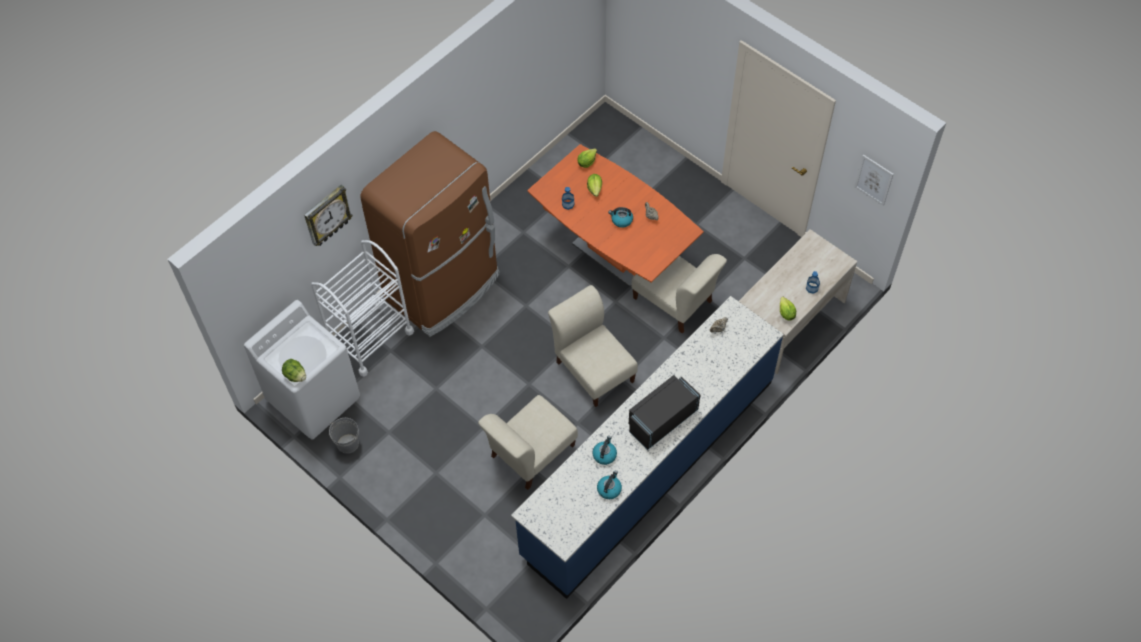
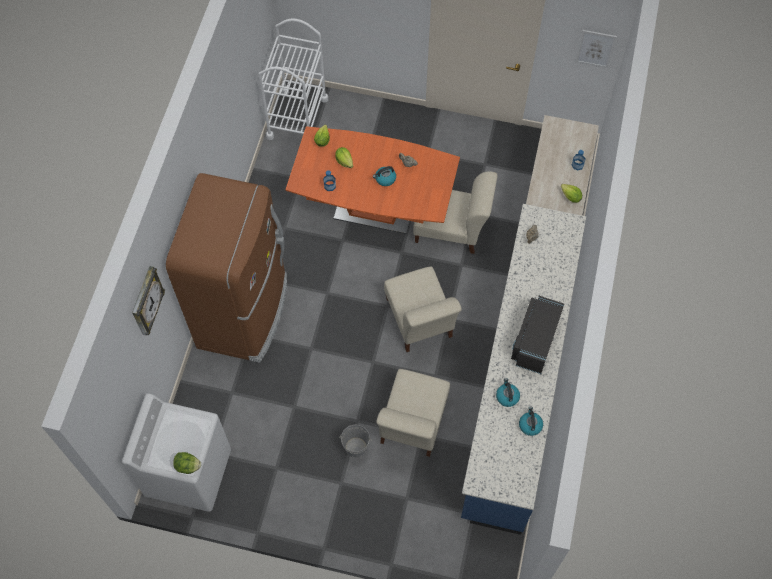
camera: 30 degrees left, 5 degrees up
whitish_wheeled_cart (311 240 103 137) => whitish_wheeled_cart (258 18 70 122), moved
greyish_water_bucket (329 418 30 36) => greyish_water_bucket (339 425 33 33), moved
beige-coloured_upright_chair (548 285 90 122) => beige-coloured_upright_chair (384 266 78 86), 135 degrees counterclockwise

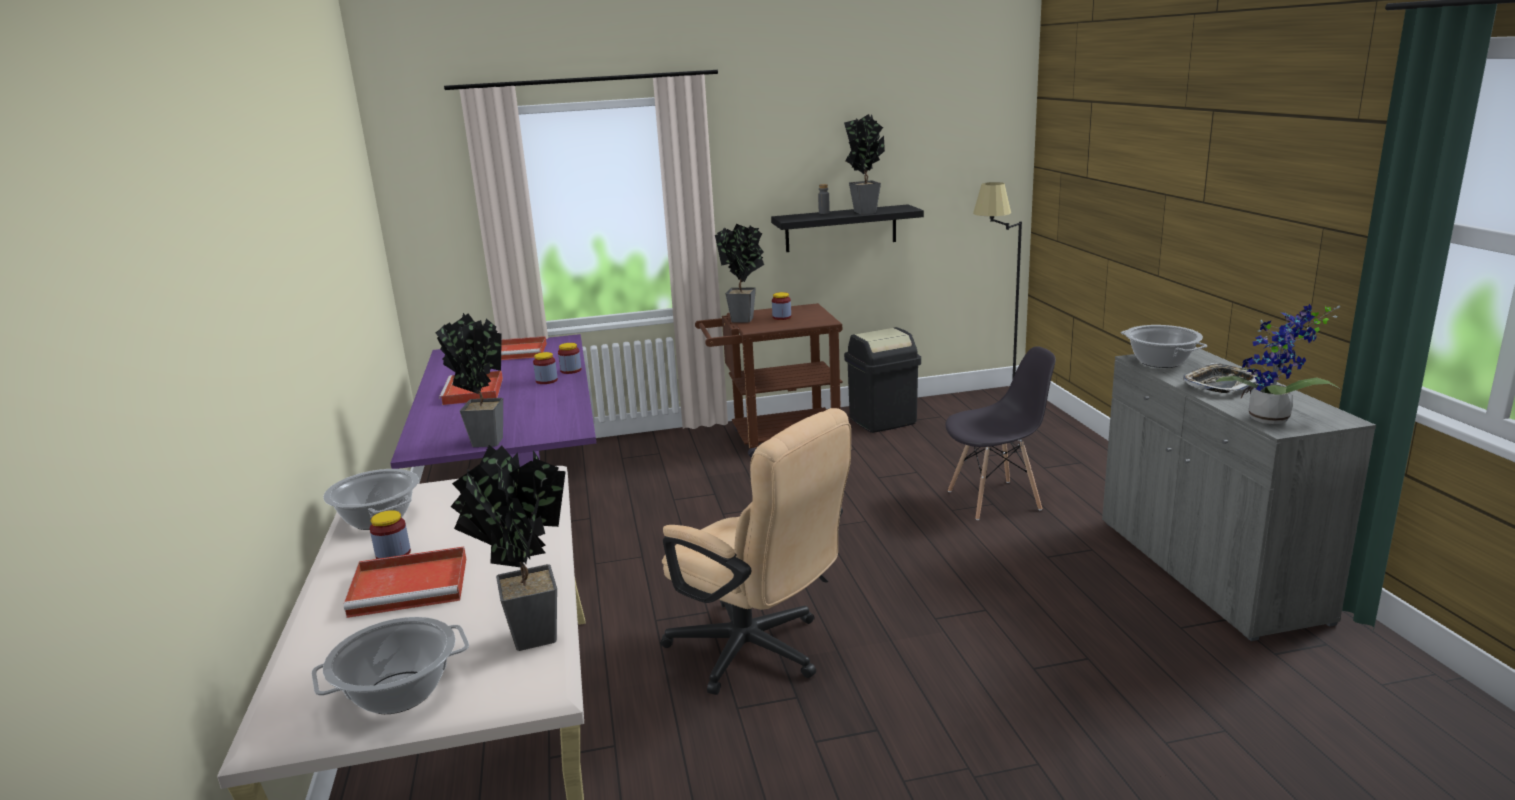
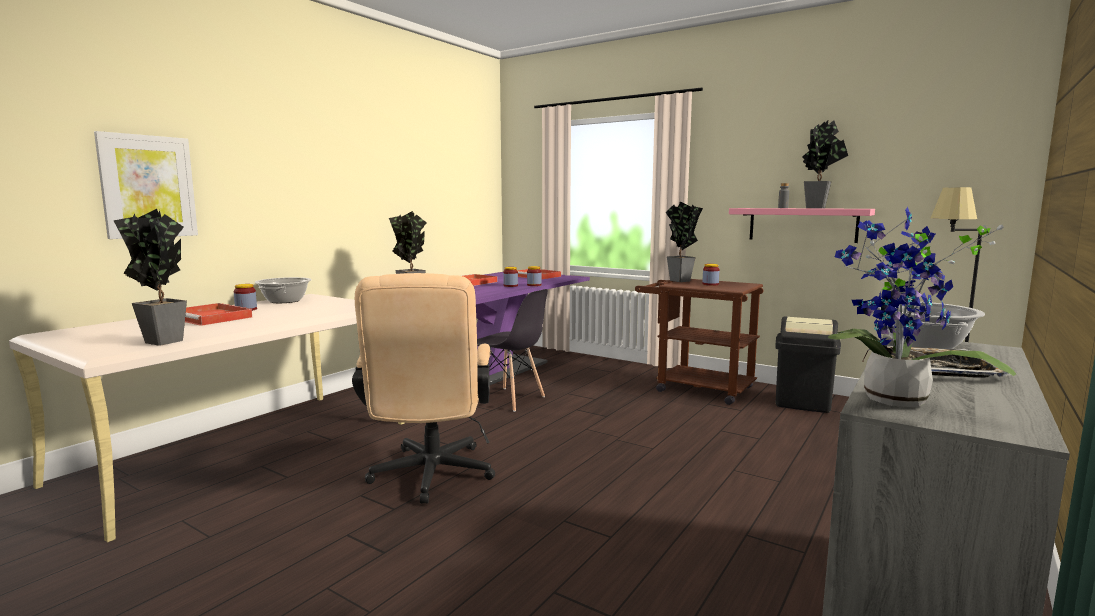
camera: 45 degrees right, 10 degrees down
nothing => picture (94 131 104 108)
greyish_upright_chair (945 346 111 174) => greyish_upright_chair (477 289 71 123), moved
black-coloured_shelf (771 204 153 48) => pinkish_shelf (729 208 146 35)
stockpot (312 617 157 97) => nothing

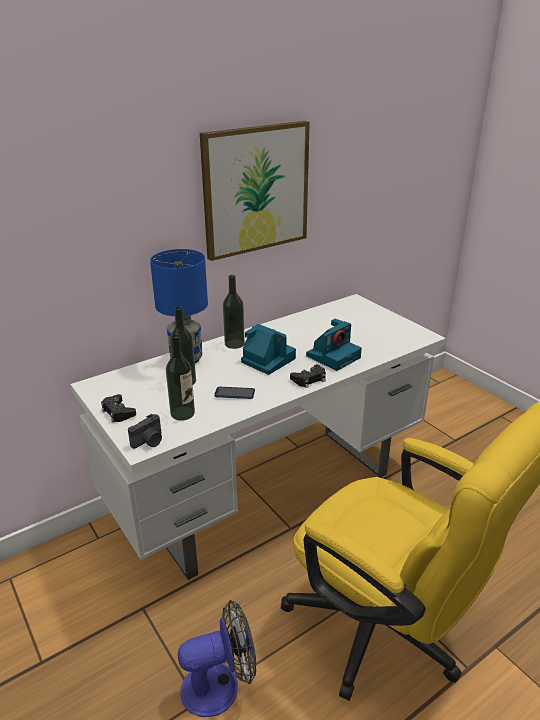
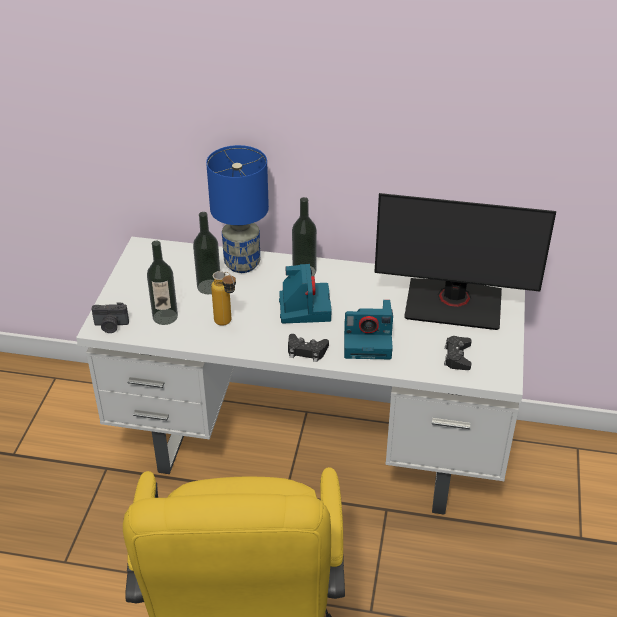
camera: 45 degrees right, 10 degrees up
phone (214 387 41 12) => bottle (211 271 25 55)
nothing => monitor (374 193 182 137)
black-coloured_game_controller (101 394 35 29) => black-coloured_game_controller (444 336 28 34), moved
fan (178 600 78 117) => nothing
picture (200 121 110 140) => nothing

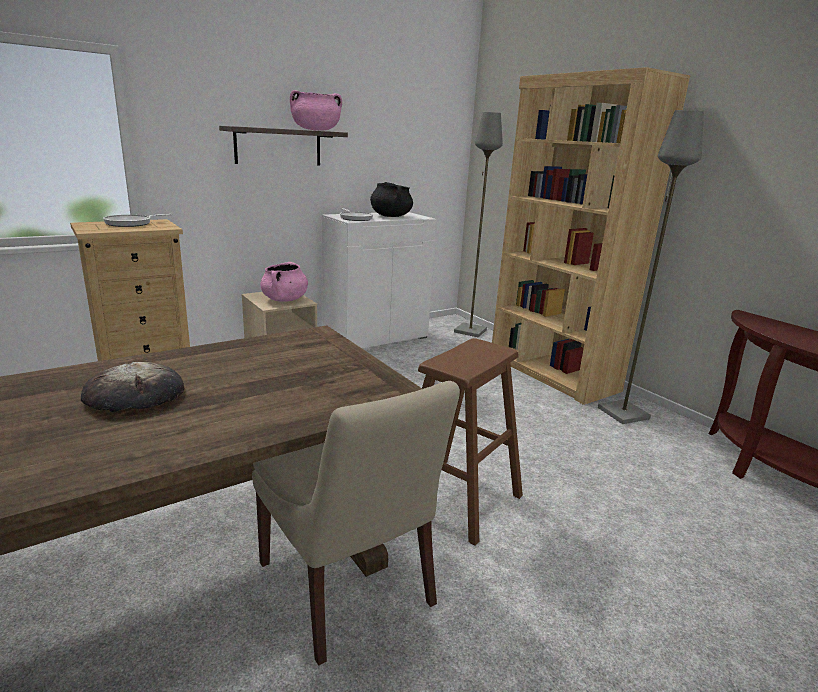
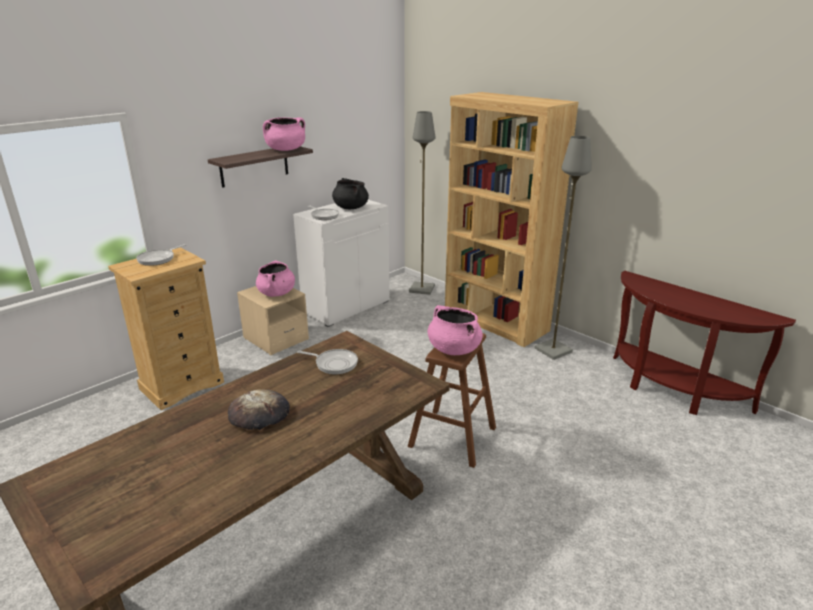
camera: 10 degrees left, 5 degrees up
nothing => pan (297 349 61 25)
nothing => pinkish_stockpot (428 305 55 50)
beige-coloured_upright_chair (252 381 208 285) => nothing

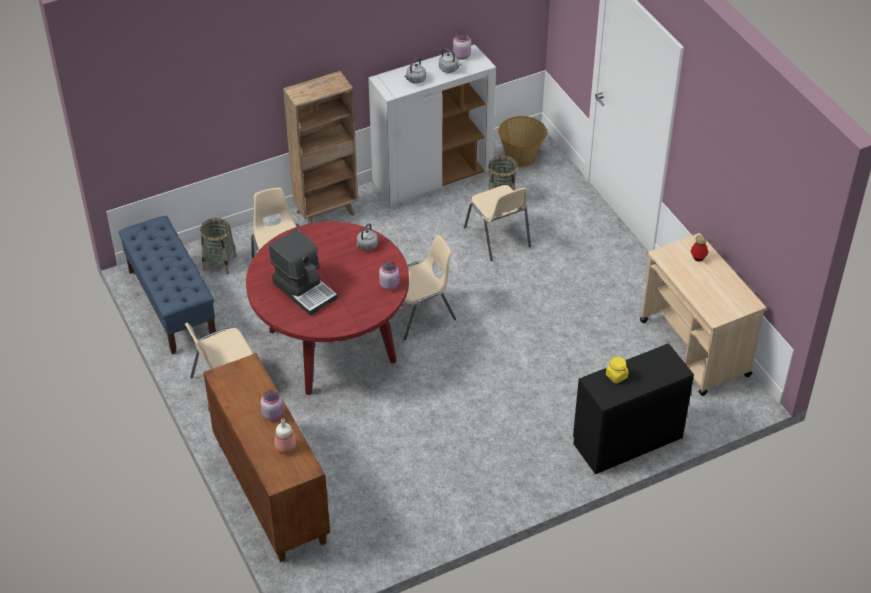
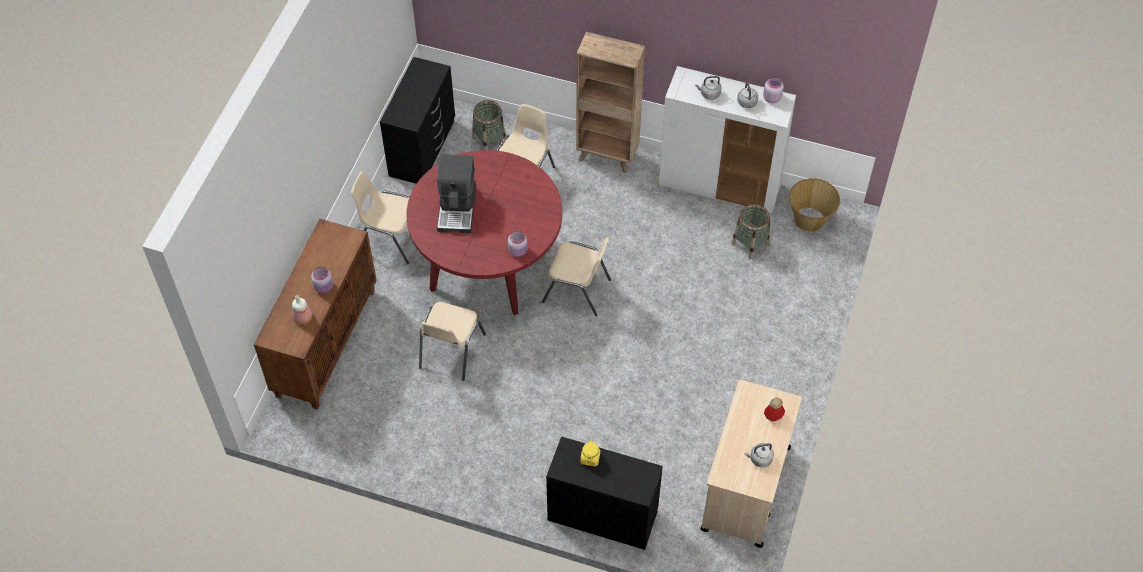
camera: 45 degrees right, 10 degrees up
blue-coloured_indoor_bench (119 216 97 138) => black-coloured_chest_of_drawers (380 57 75 127)
beige-coloured_upright_chair (464 185 67 76) => beige-coloured_upright_chair (419 302 67 79), moved
greyish_tea_kettle (356 223 22 27) => greyish_tea_kettle (744 443 30 24), moved

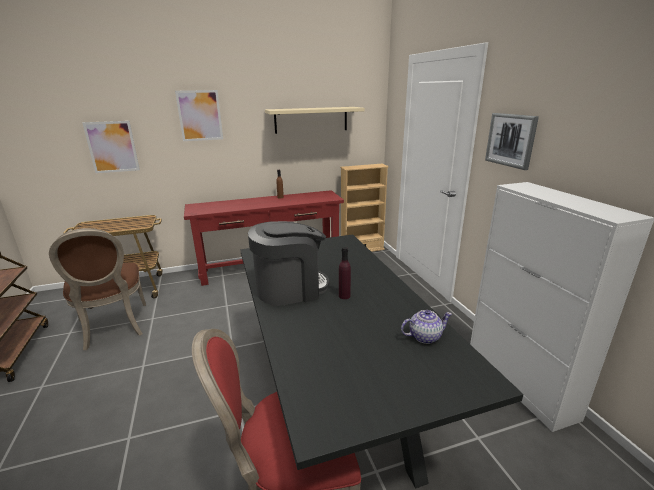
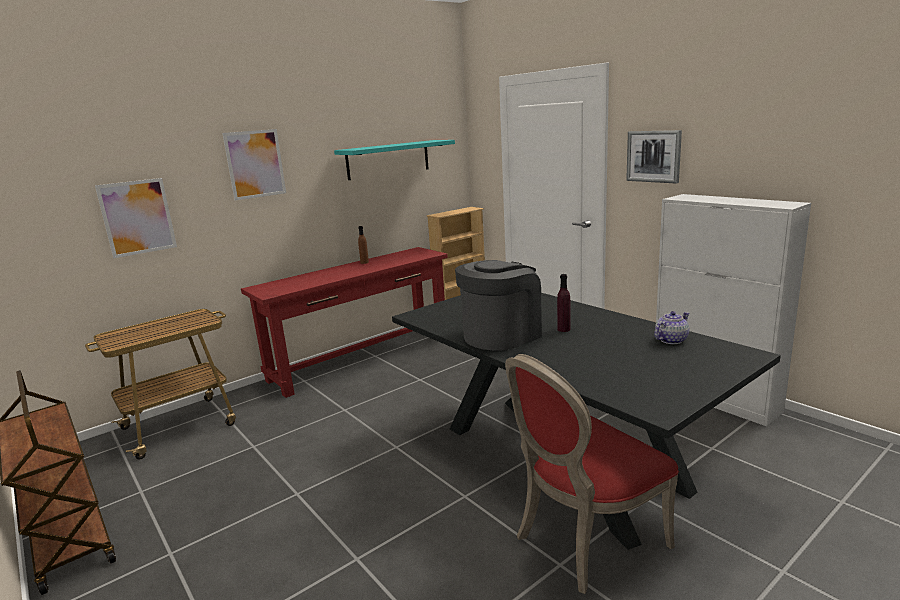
camera: 20 degrees left, 5 degrees down
beige-coloured_shelf (265 107 100 27) => turquoise_shelf (334 140 121 40)
brownish_upright_chair (49 228 97 122) => nothing

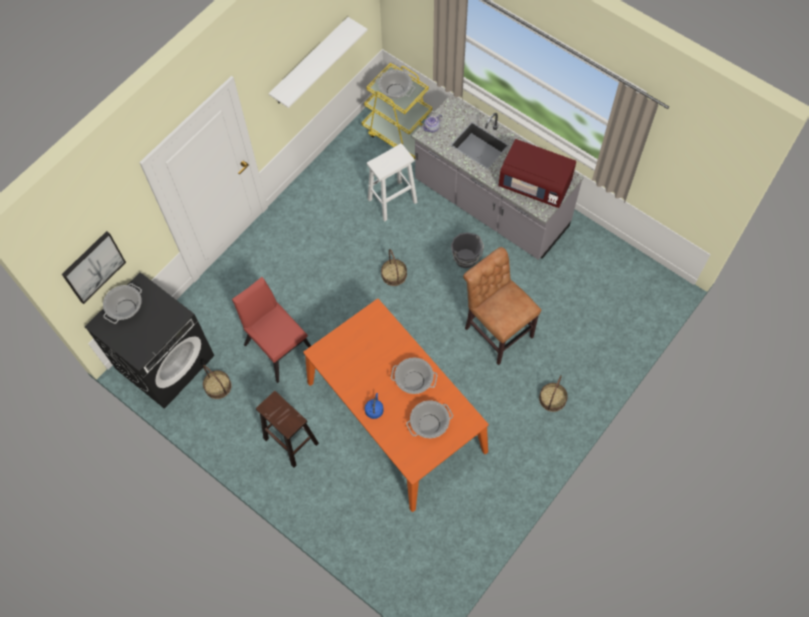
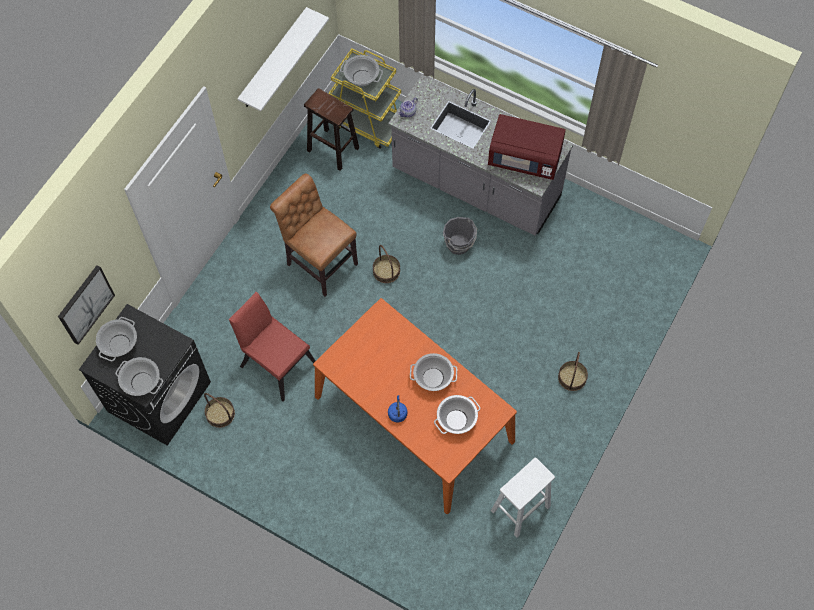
camera: 10 degrees left, 0 degrees up
nothing => stockpot (115 357 48 39)
brownish_upright_chair (463 247 78 118) => brownish_upright_chair (270 173 88 123), moved
brownish_sitting_stool (256 391 63 77) => brownish_sitting_stool (304 88 55 83), moved
whitish_sitting_stool (367 143 51 78) => whitish_sitting_stool (491 457 64 81), moved

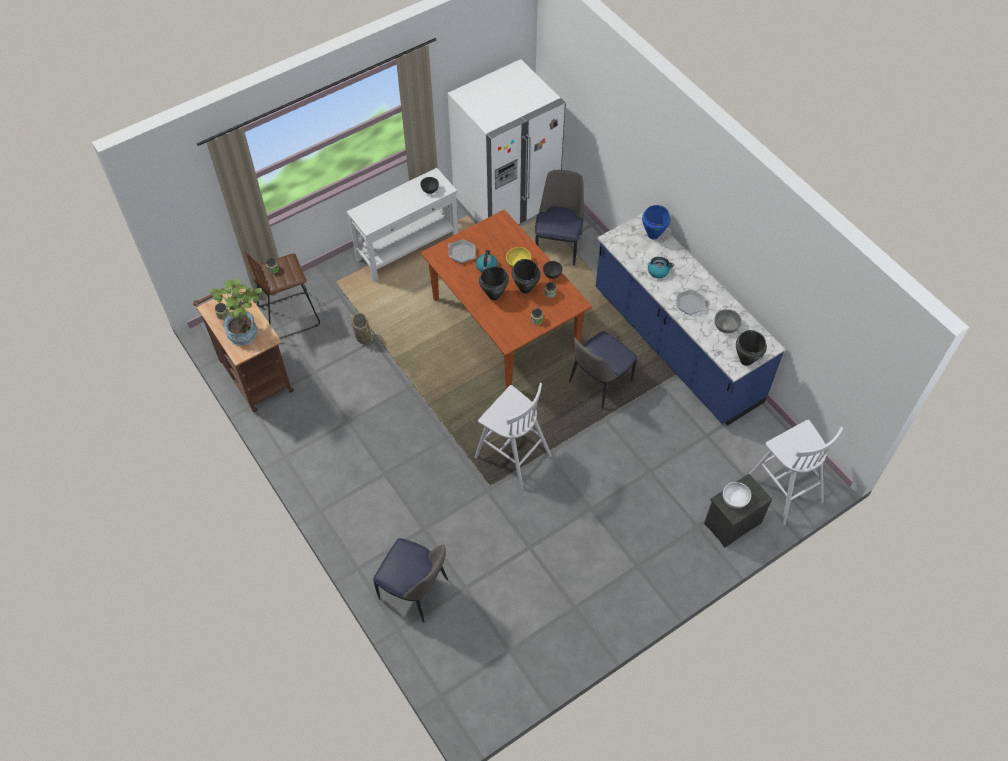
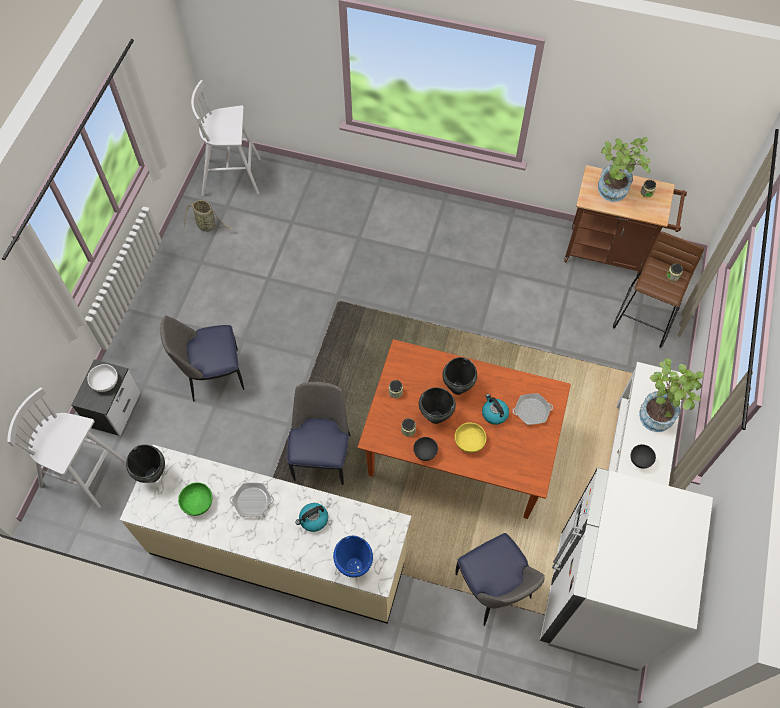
camera: 140 degrees right, 5 degrees up
blue-coloured_counter (596 212 190 214) => beige-coloured_counter (120 445 291 179)
upright_chair (373 538 75 84) => upright_chair (160 316 84 85), moved
greyish_deep_dish (715 309 27 24) => greenish_deep_dish (178 482 34 34)
household_basket (347 313 35 38) => household_basket (184 200 51 32), moved
whitish_sitting_stool (474 383 78 107) => whitish_sitting_stool (191 80 70 116), moved
nothing => houseplant (639 358 65 74)

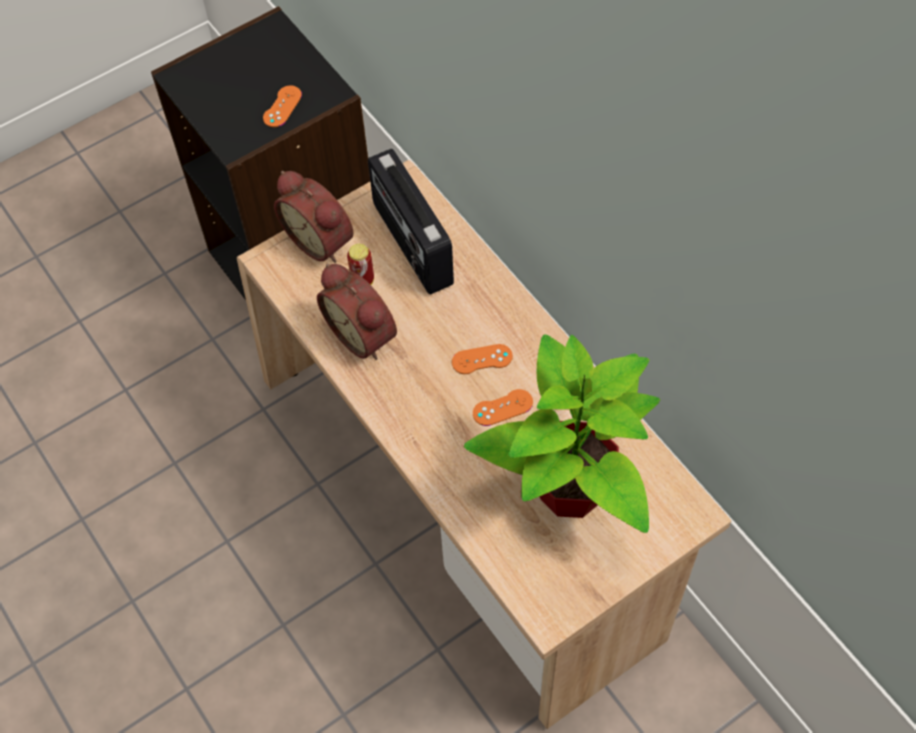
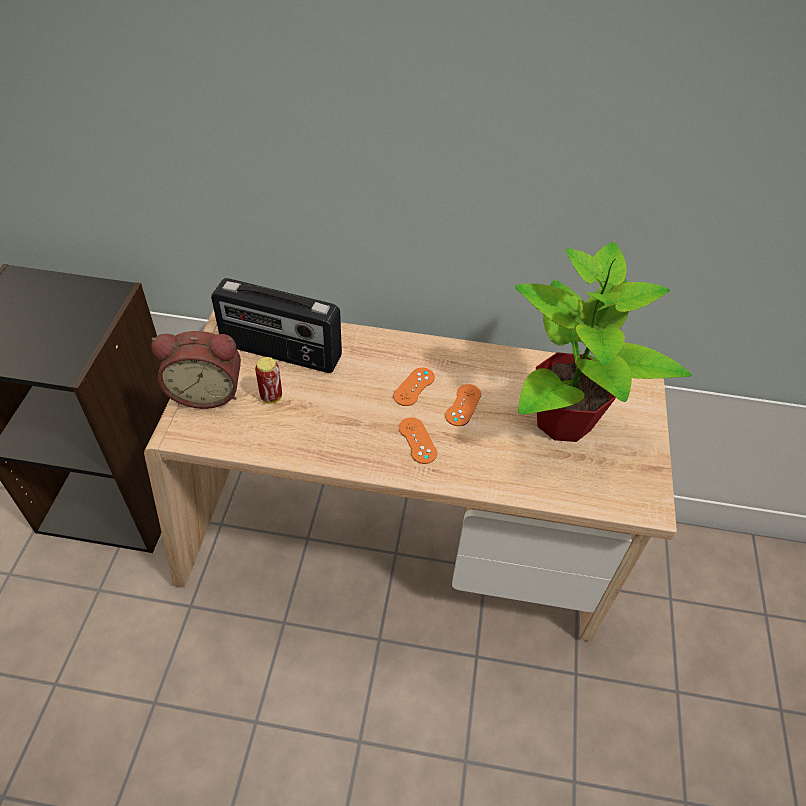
camera: 50 degrees left, 10 degrees down
orangey_game_controller (263 86 39 41) => orangey_game_controller (399 417 38 47), moved
bedside_clock (317 264 80 96) => nothing

